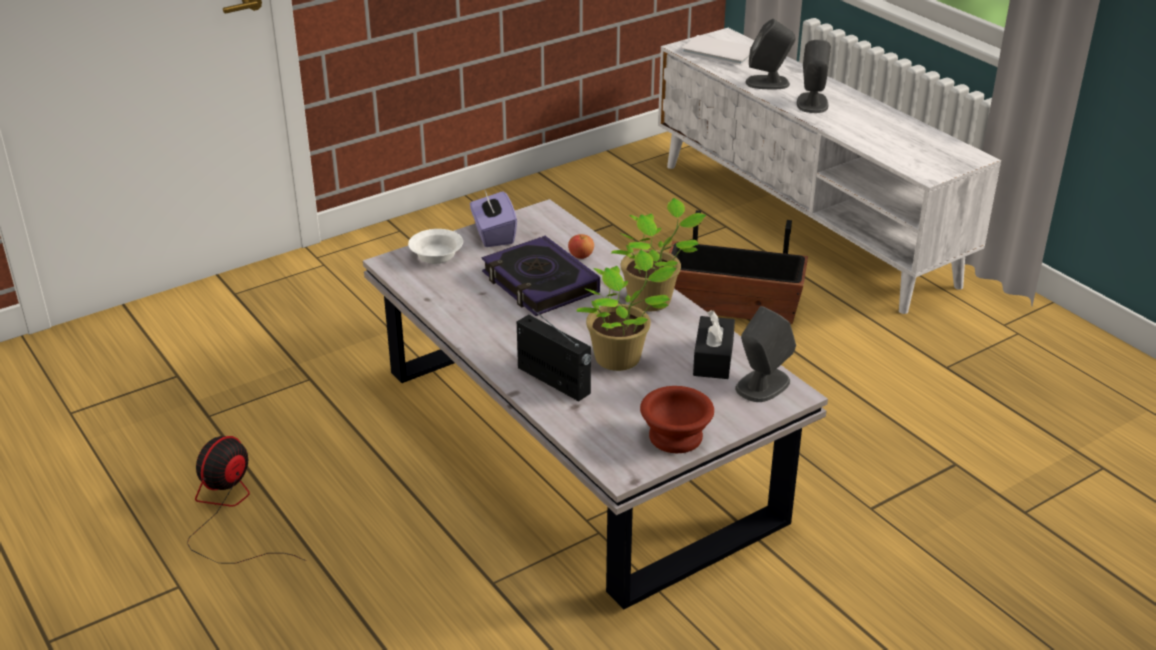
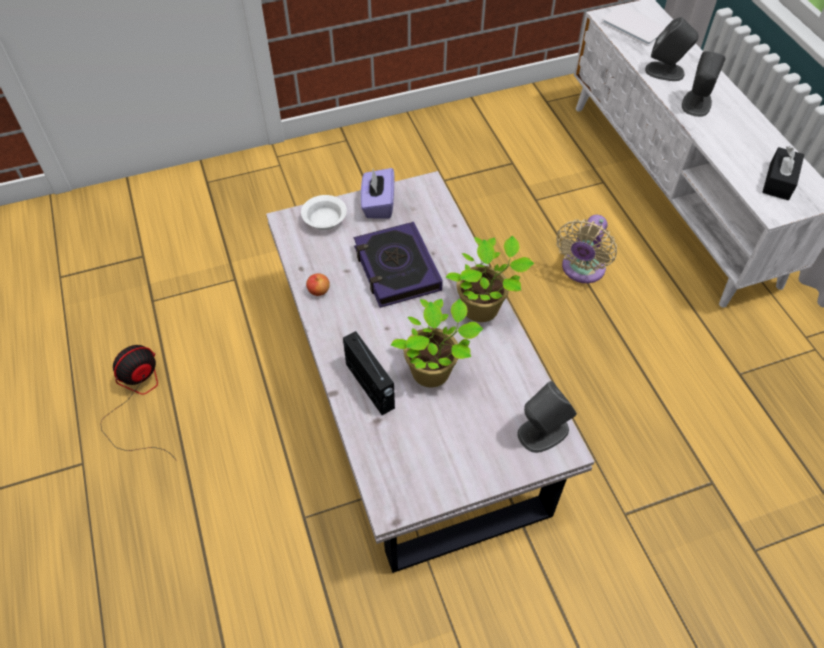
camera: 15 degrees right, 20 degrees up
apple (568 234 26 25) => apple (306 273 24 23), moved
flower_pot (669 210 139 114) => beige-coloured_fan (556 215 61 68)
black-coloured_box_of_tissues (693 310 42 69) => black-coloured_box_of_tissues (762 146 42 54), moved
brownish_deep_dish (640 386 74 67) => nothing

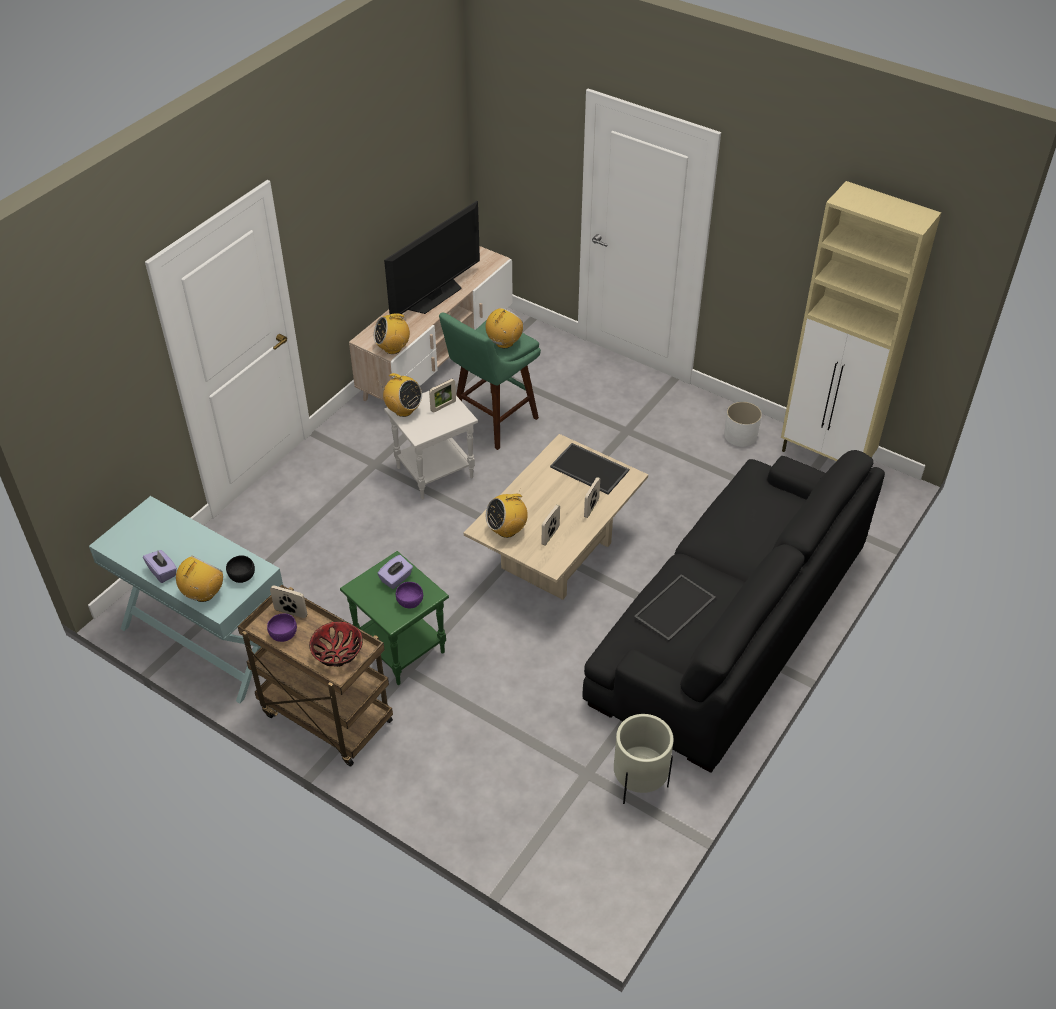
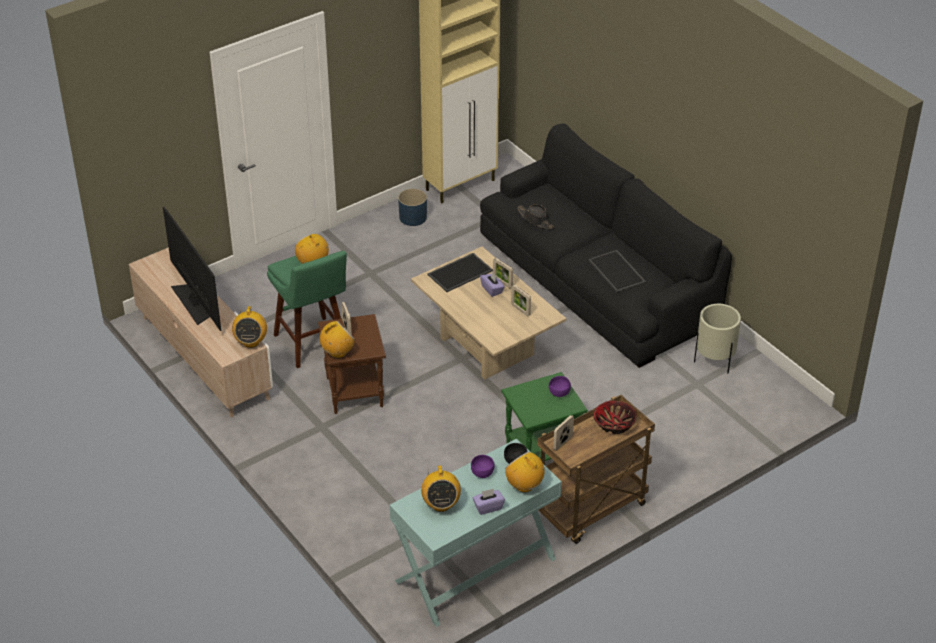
camera: 70 degrees left, 5 degrees down
whitish_accent_table (384 391 94 108) => brownish_accent_table (318 314 68 100)
whitish_flower_pot (724 402 38 45) => blue-coloured_flower_pot (398 189 29 37)
radio_set (486 489 42 49) => radio_set (421 465 40 47), moved
purple_deep_dish (267 613 30 29) => purple_deep_dish (471 455 23 23), moved
purple_box_of_tissues (377 555 36 34) => purple_box_of_tissues (480 272 25 25), moved
nothing => black-coloured_wearable_hat (517 204 37 25)

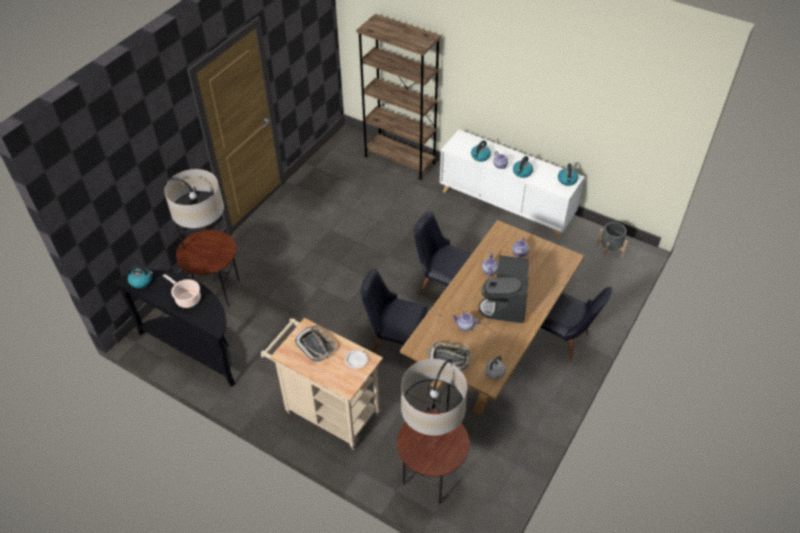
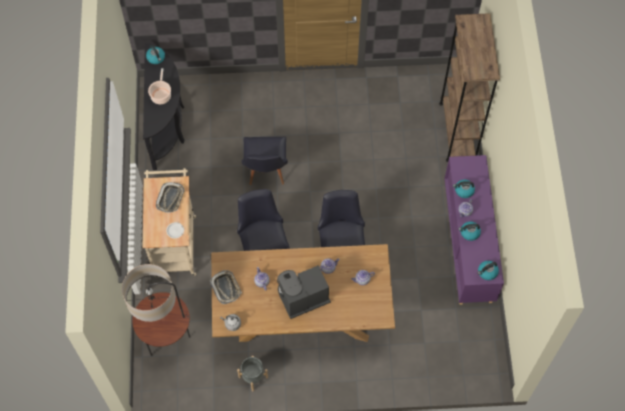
camera: 55 degrees right, 15 degrees up
greyish_flower_pot (596 222 32 38) => greyish_flower_pot (237 356 31 35), moved
black-coloured_upright_chair (540 287 72 74) => black-coloured_upright_chair (242 136 46 49), moved
whitish_cabinet (440 130 145 109) => purple_cabinet (444 155 60 150)
standard_lamp (164 169 75 137) => nothing

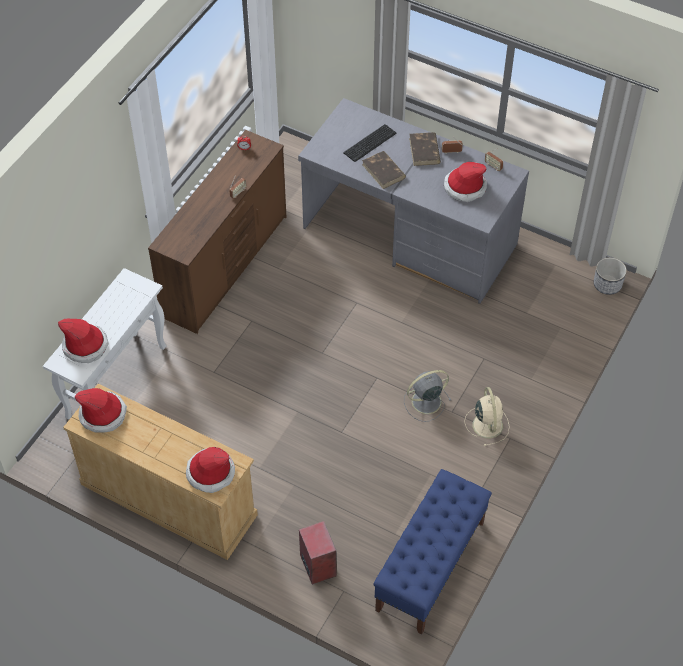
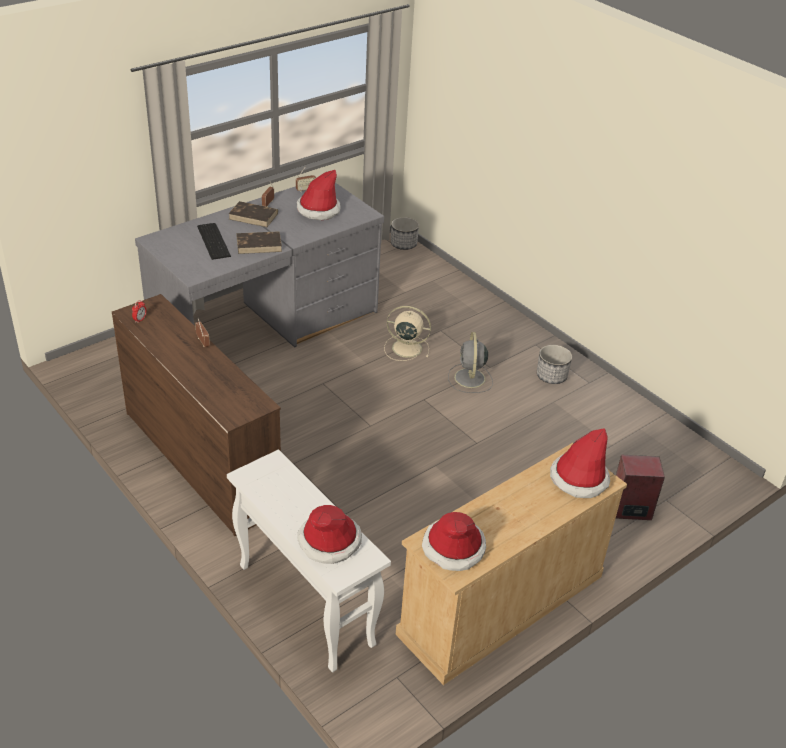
camera: 70 degrees left, 15 degrees down
beige-coloured_fan (464 387 46 59) => beige-coloured_fan (384 306 47 55), moved
nothing => flower_pot (537 345 35 39)
blue-coloured_indoor_bench (373 469 119 165) => nothing

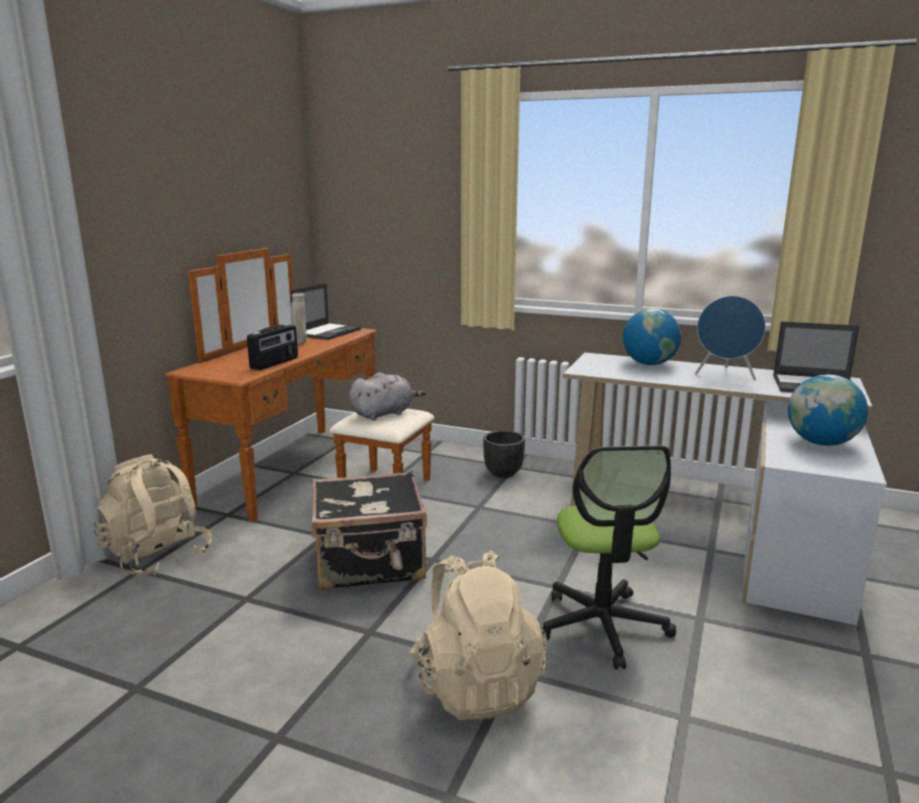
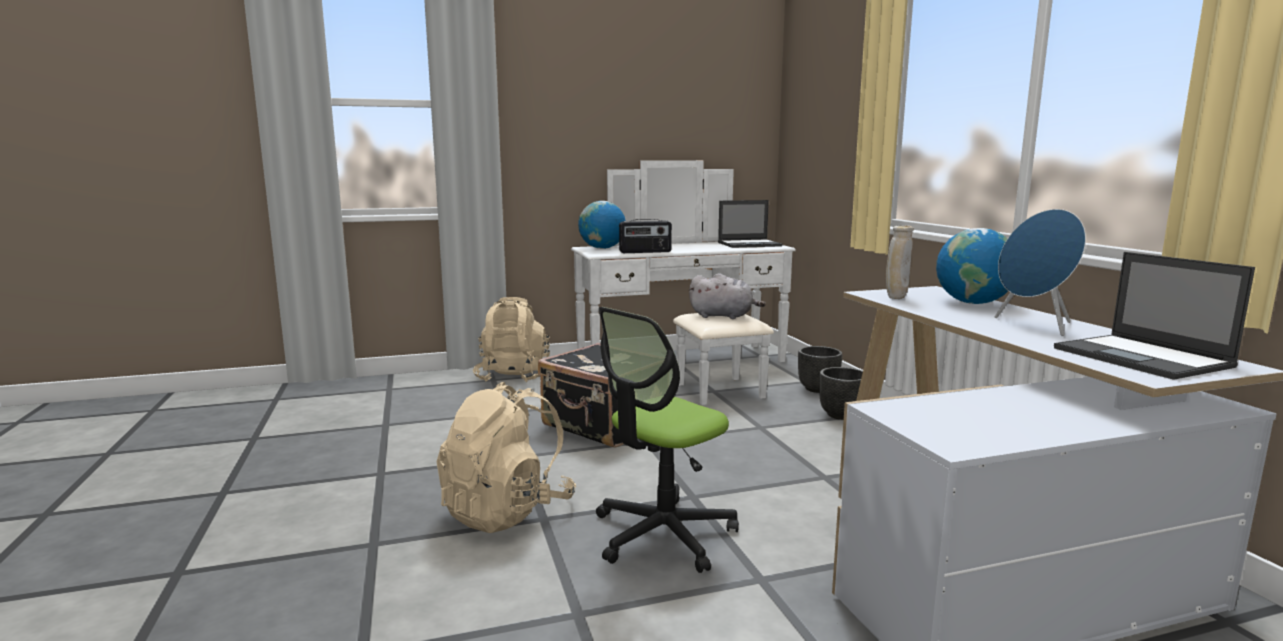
camera: 50 degrees right, 5 degrees down
brownish_chest_of_drawers (165 248 269 274) => whitish_chest_of_drawers (571 160 225 245)
world_globe (788 374 80 72) => world_globe (578 201 48 48), moved
nothing => black-coloured_flower_pot (798 346 44 47)
beige-coloured_flower_vase (291 293 16 51) => beige-coloured_flower_vase (886 225 28 74), moved

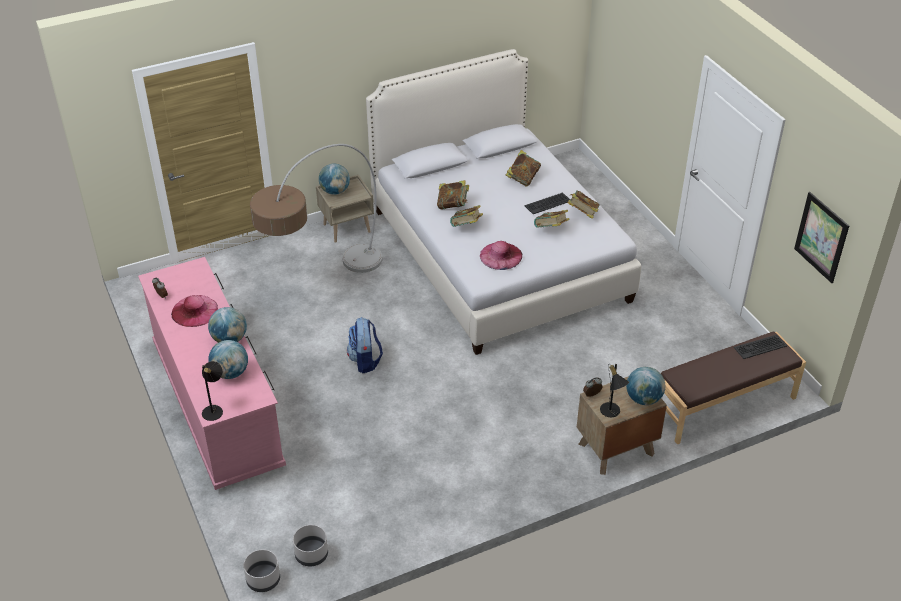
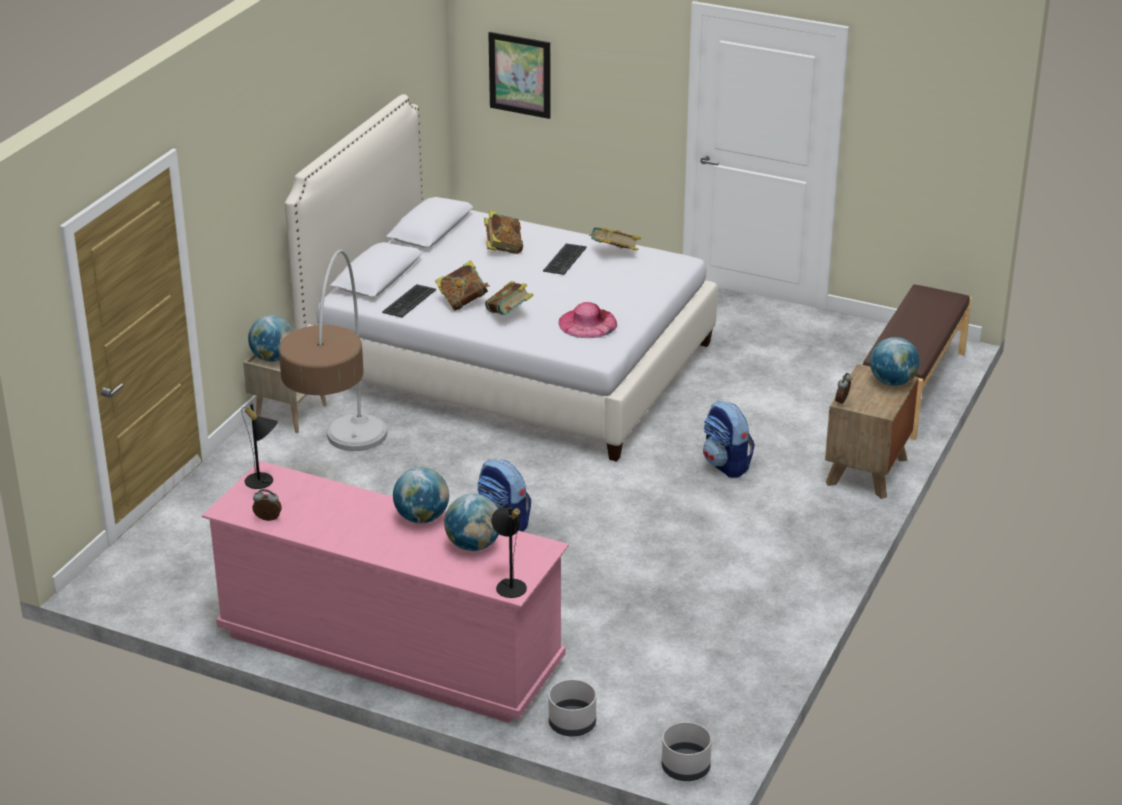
camera: 40 degrees left, 10 degrees down
black-coloured_tabletop_lamp (600 364 29 53) => black-coloured_tabletop_lamp (242 403 36 86), moved
computer_keyboard (734 335 53 24) => computer_keyboard (382 284 54 34), moved
picture (794 192 55 91) => picture (488 32 63 87), moved
greyish_flower_pot (293 525 35 41) => greyish_flower_pot (549 679 47 57), moved
nothing => backpack (703 401 52 77)
pinkish_wearable_hat (171 295 47 32) => nothing
bound_book (534 210 36 18) => nothing

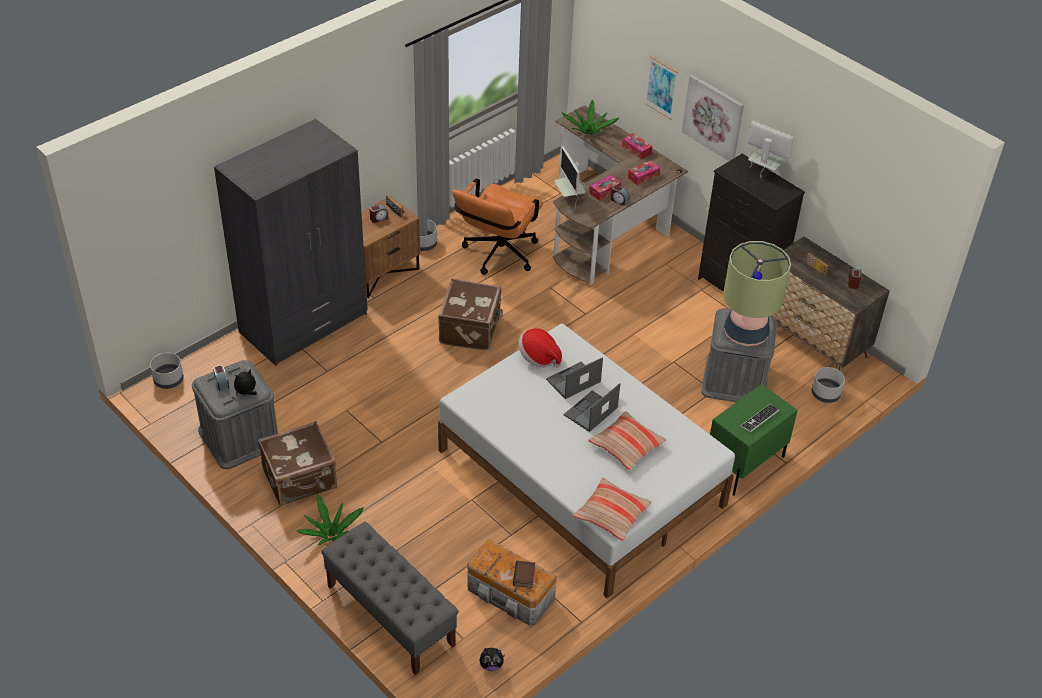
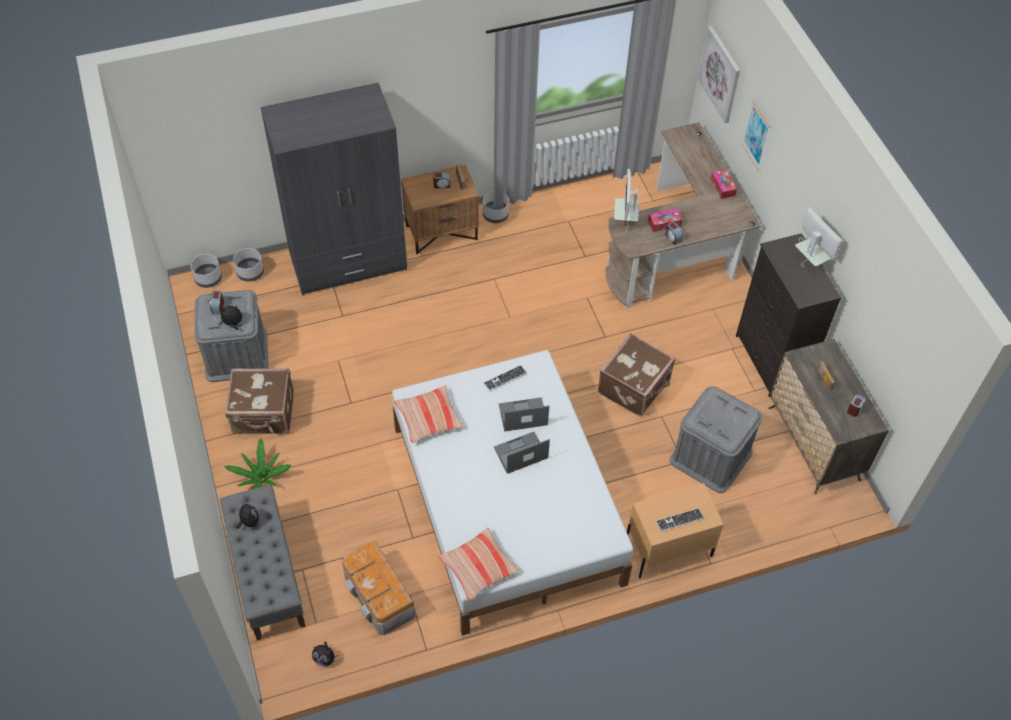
camera: 25 degrees right, 10 degrees up
greyish_flower_pot (812 367 33 36) => greyish_flower_pot (233 248 31 34), moved
nothing => soft_toy (237 502 22 27)
pillow (588 411 78 59) => pillow (395 385 68 58), moved
wearable_hat (518 328 44 40) => computer_keyboard (484 365 43 26)
brownish_suitcase (438 279 65 72) => brownish_suitcase (598 333 77 83), moved
greenish_nightstand (710 384 88 112) => beige-coloured_nightstand (627 483 97 95)
picture (682 74 62 87) => picture (698 26 42 97), moved
orangey_office_chair (452 178 91 97) => nothing
bound_book (513 561 22 27) => nothing
houseplant (562 99 57 36) => nothing
box_of_tissues (628 160 32 25) => nothing
tabletop_lamp (723 241 68 105) => nothing

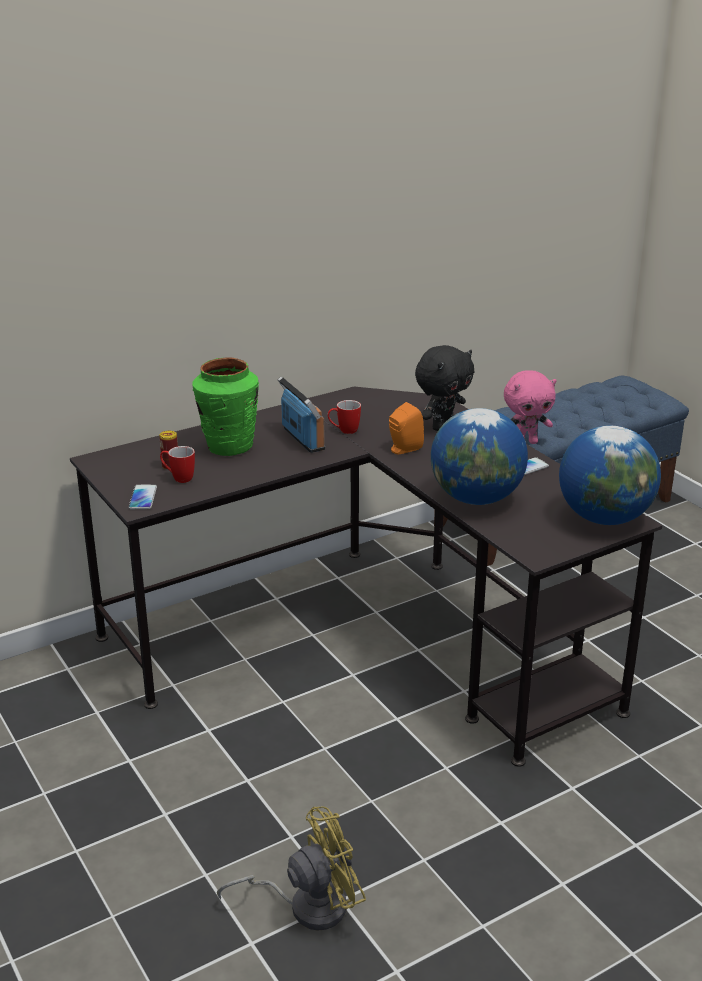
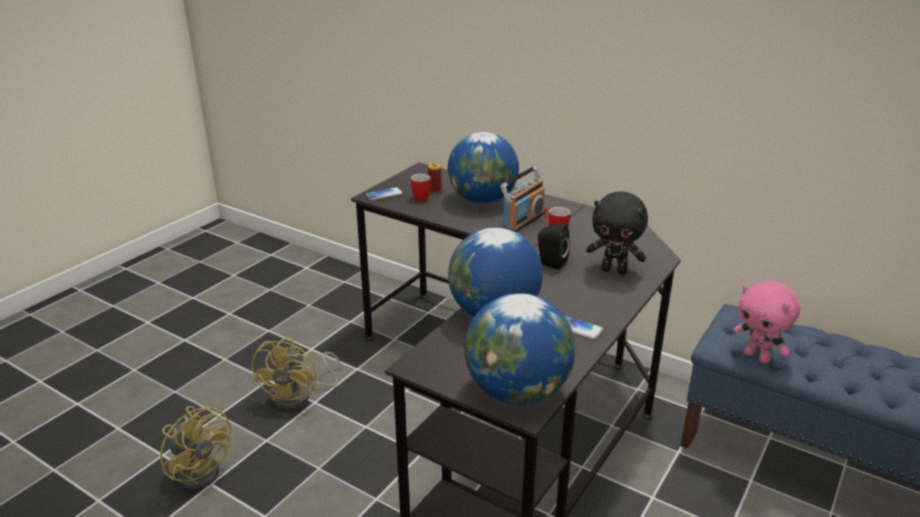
camera: 65 degrees right, 0 degrees up
nothing => yellowish_fan (252 337 90 73)
greenish_flower_vase (192 358 67 98) => world_globe (448 132 71 72)
orangey_loudspeaker (389 402 35 52) => black-coloured_loudspeaker (538 223 32 47)

